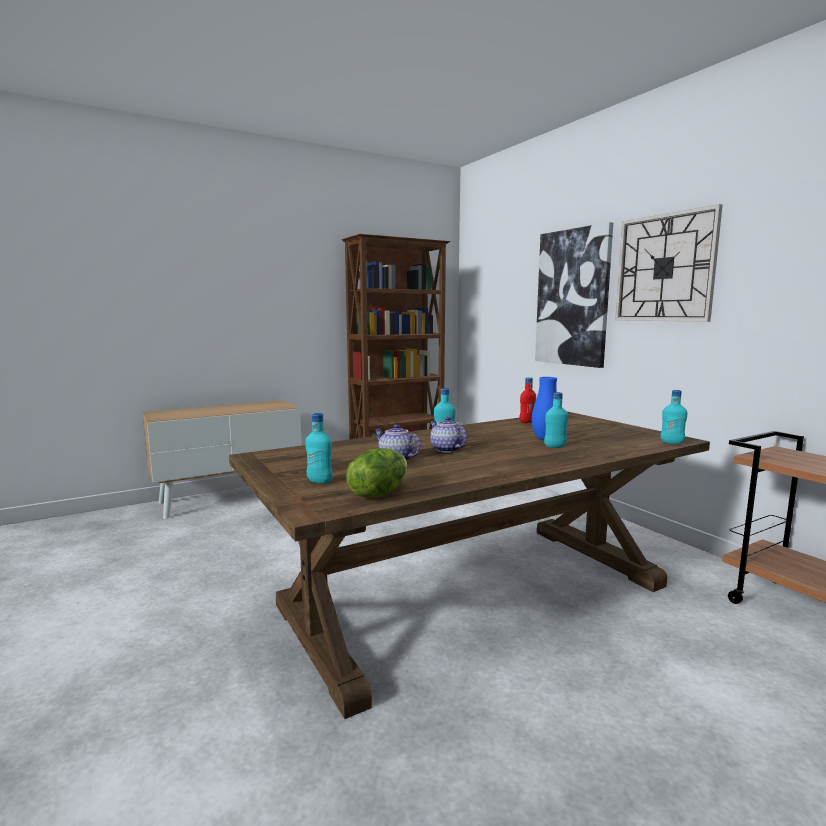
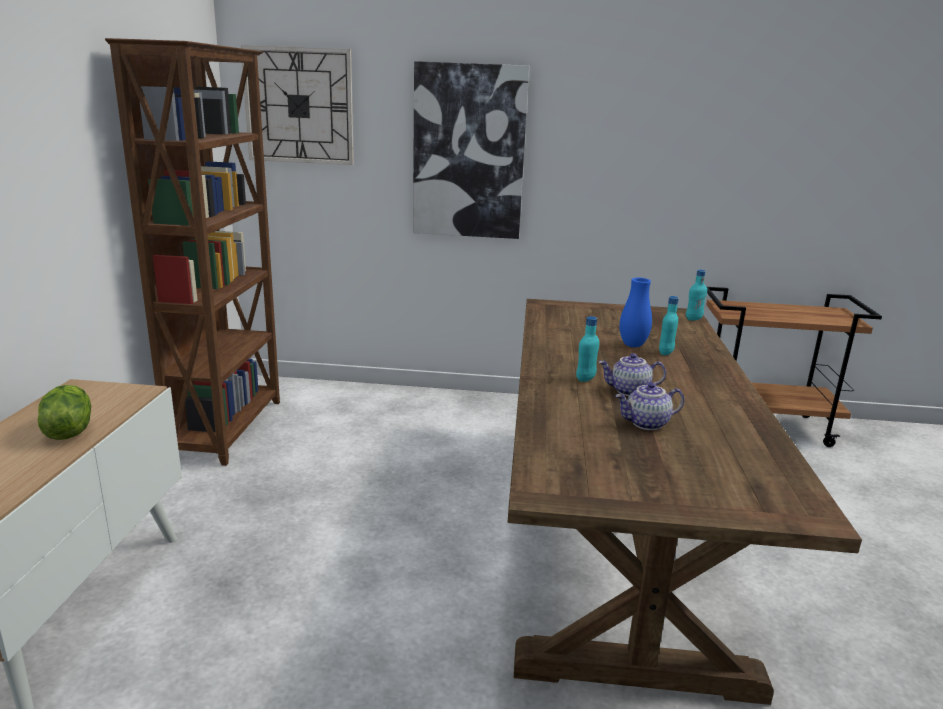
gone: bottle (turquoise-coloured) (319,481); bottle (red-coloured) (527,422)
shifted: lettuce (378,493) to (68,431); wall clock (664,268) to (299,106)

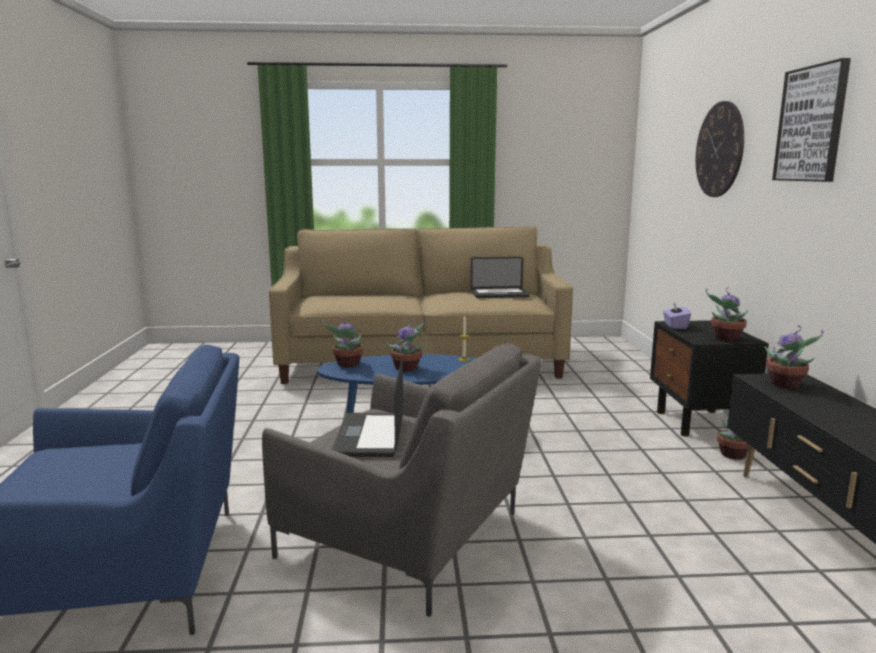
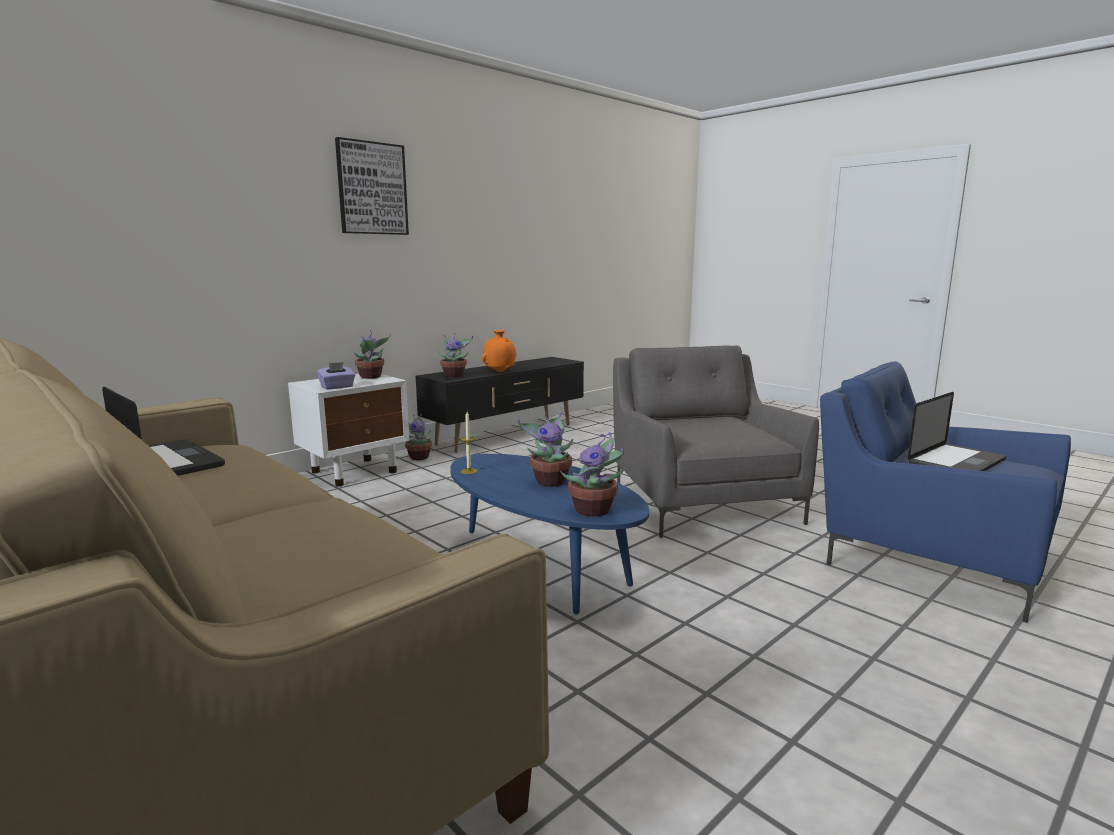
gone: wall clock (719,150)
new: vase (orangey) (500,372)
shifted: portable computer (370,436) to (956,462)
repainted: nightstand (black-coloured) (699,423) to nightstand (white-coloured) (355,471)

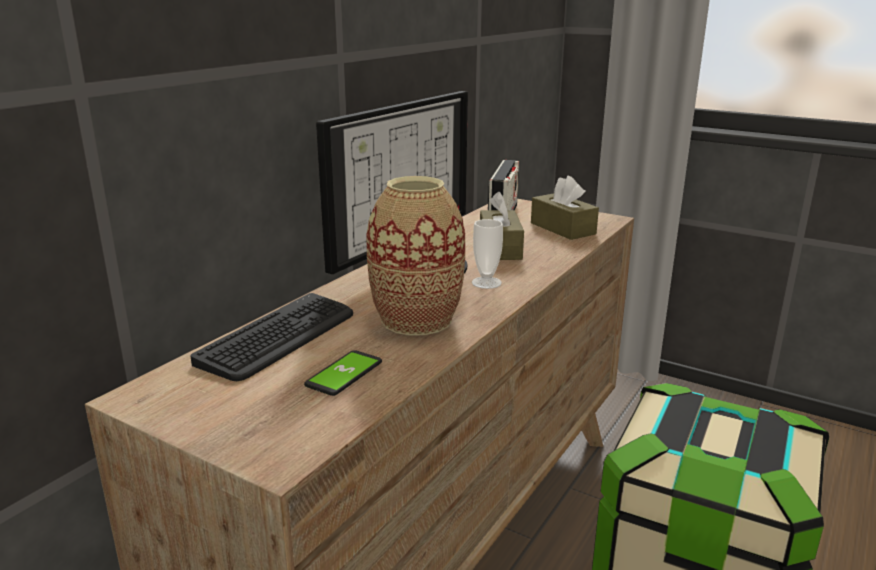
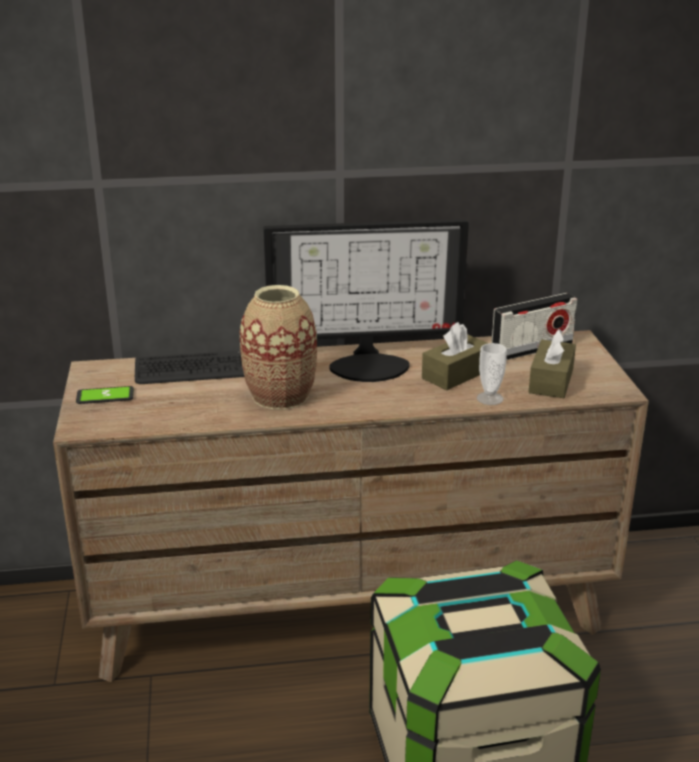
shifted: phone (344,374) to (105,396); cup (486,283) to (490,398)

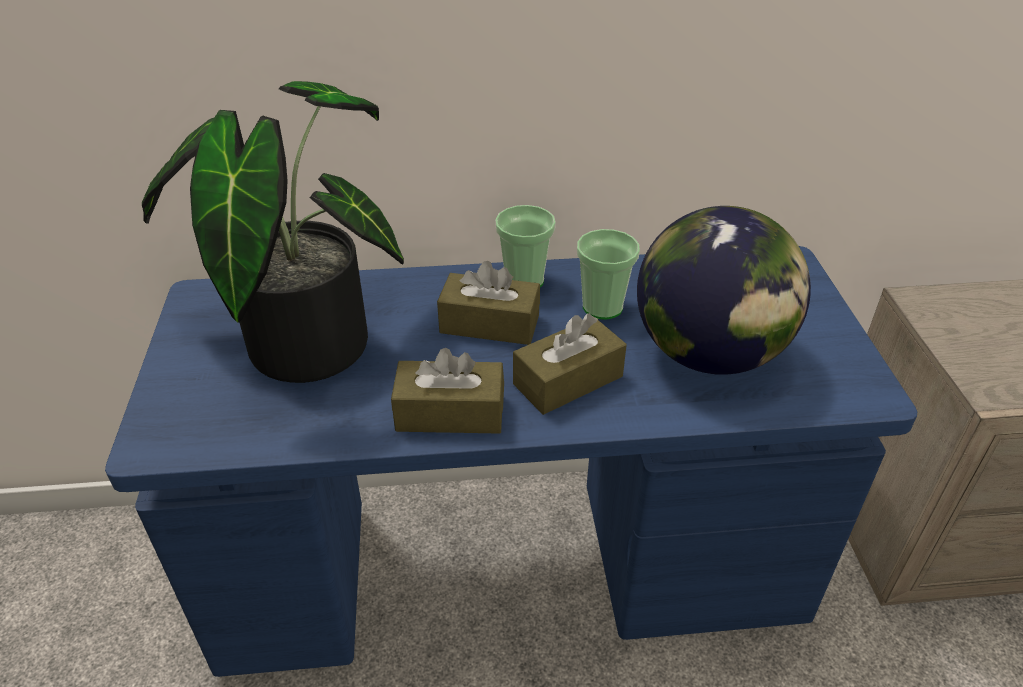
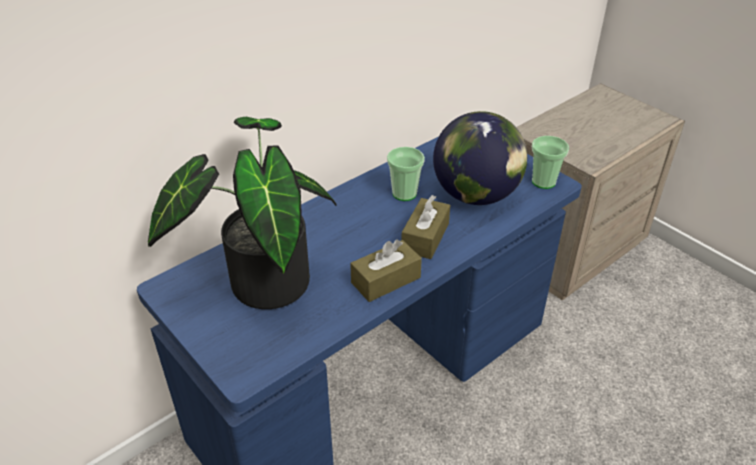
gone: tissue holder (brownish) (489,324)
shifted: cup (524,280) to (543,181)

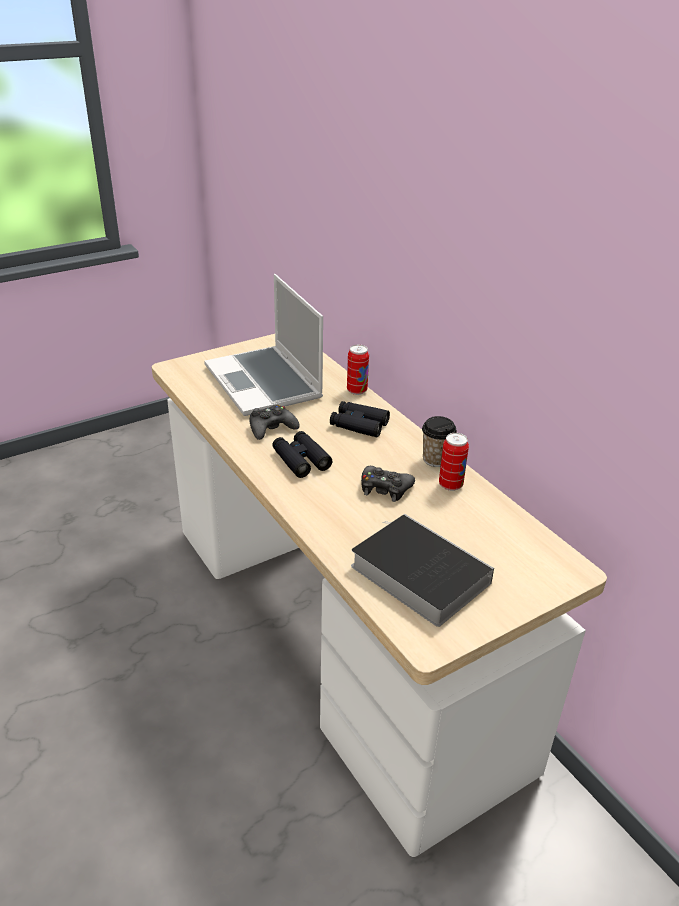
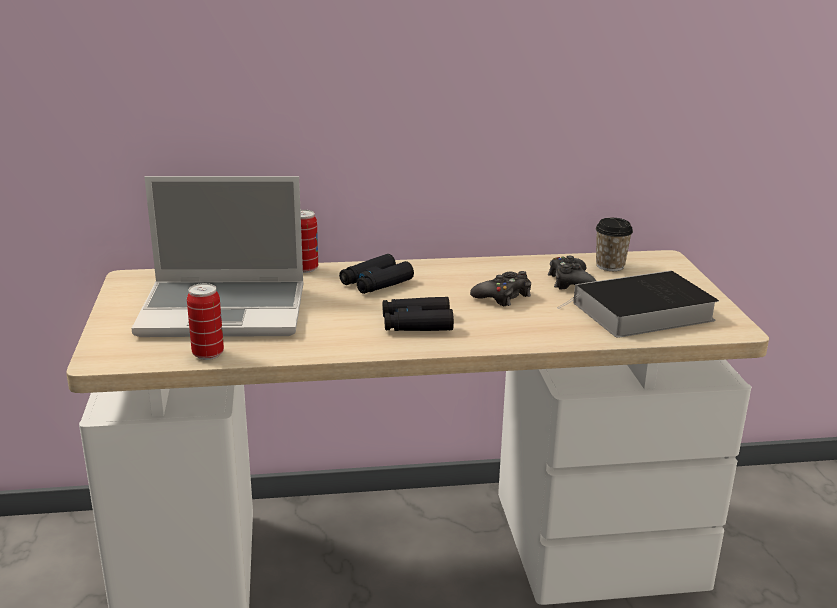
shifted: sealed can (450,485) to (208,354); gamepad (black-coloured) (271,428) to (571,282); cup (435,459) to (610,266)

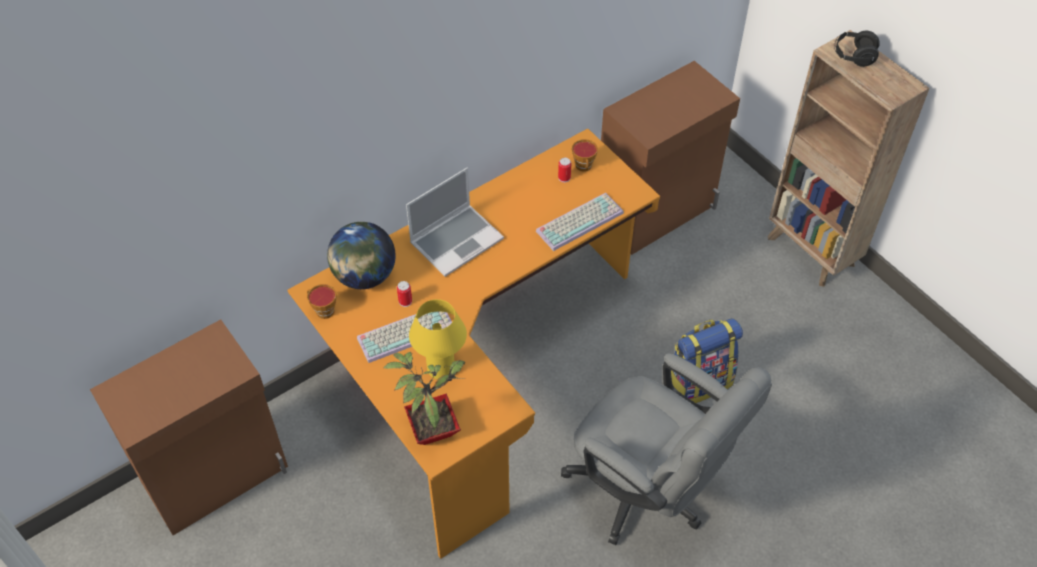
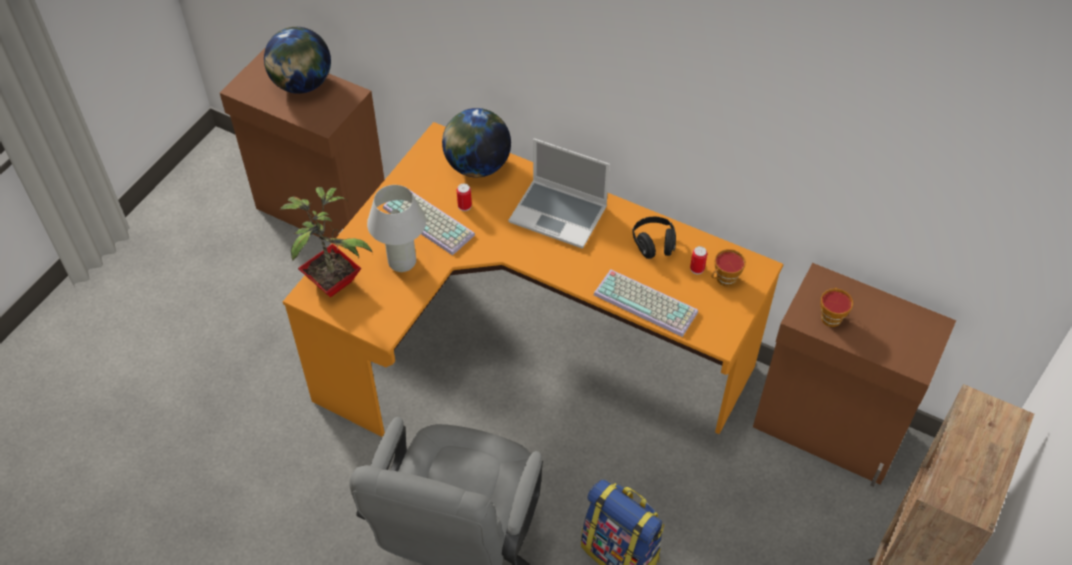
new: globe (302,84)
shifted: headset (black-coloured) (853,56) to (653,244); cup (323,310) to (830,316)
repainted: table lamp (yellow-coloured) (441,369) to table lamp (white-coloured) (402,262)

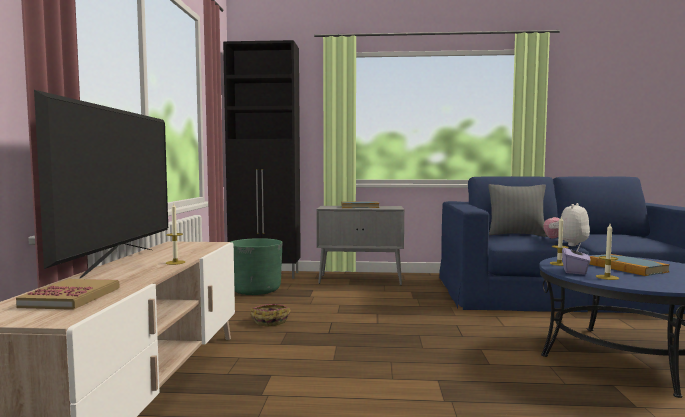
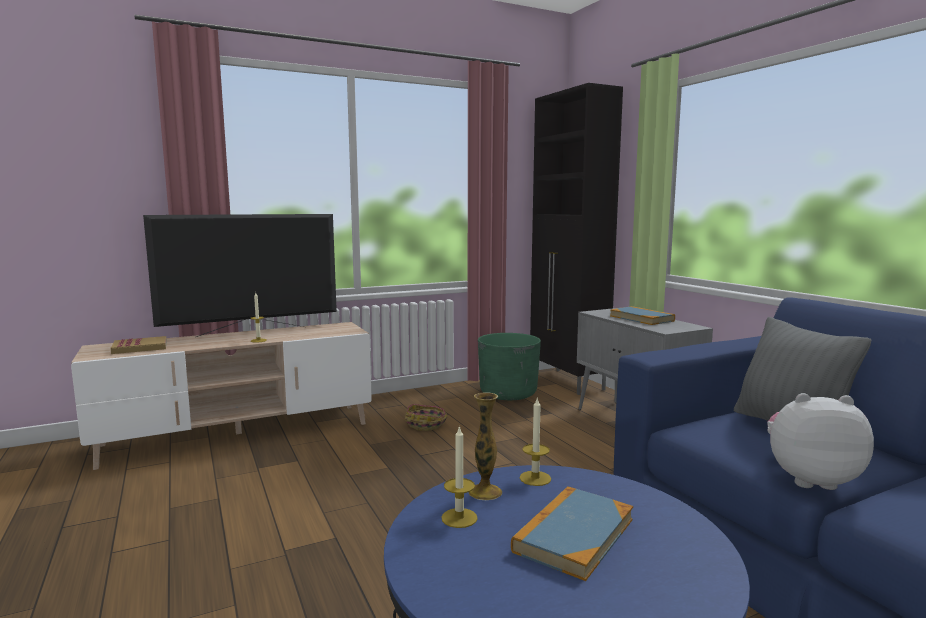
swapped: tissue holder (purple) (575,271) to vase (485,492)

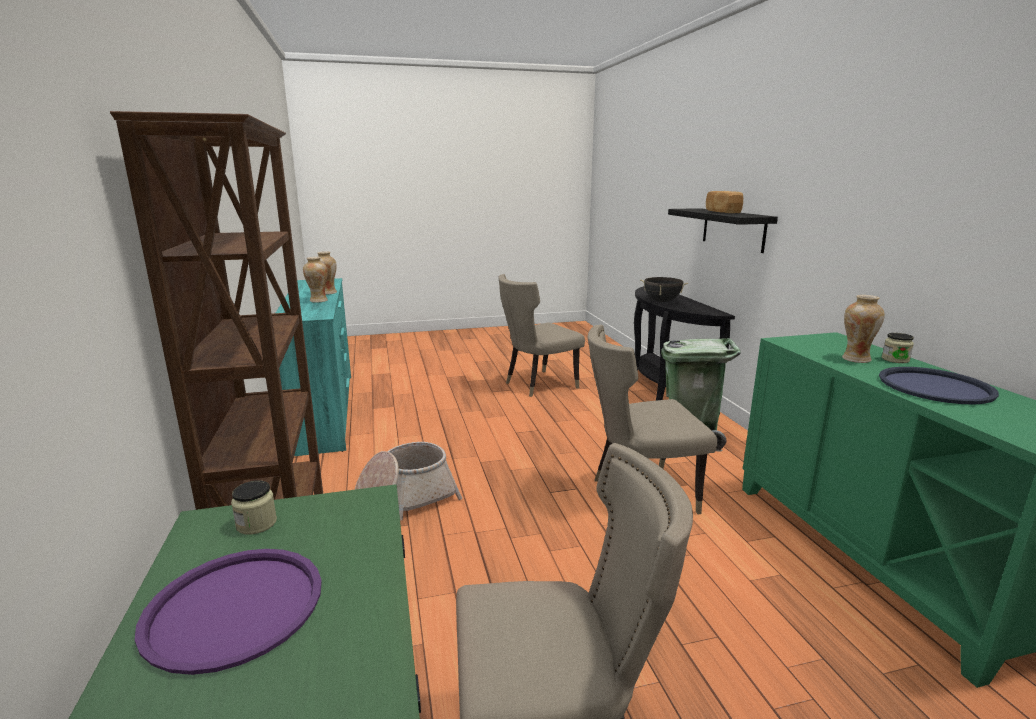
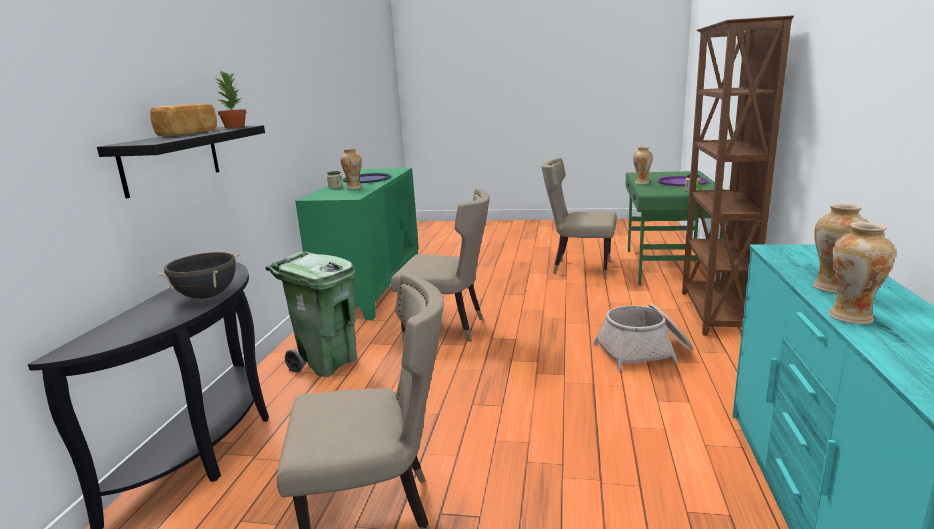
new: potted plant (235,127); vase (641,183)

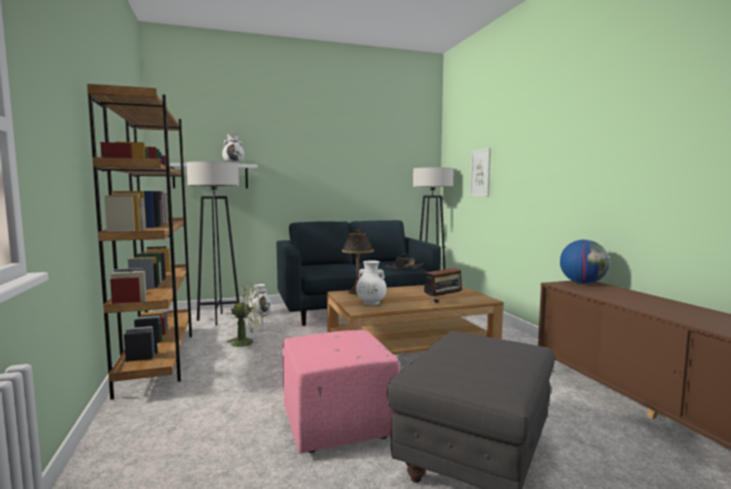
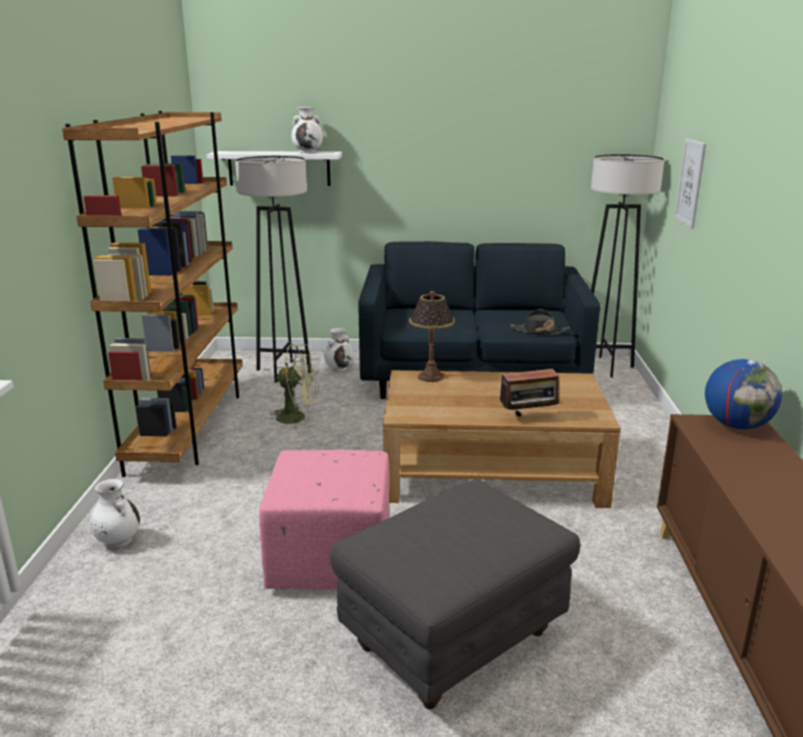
shifted: vase (white-coloured) (371,303) to (118,540)

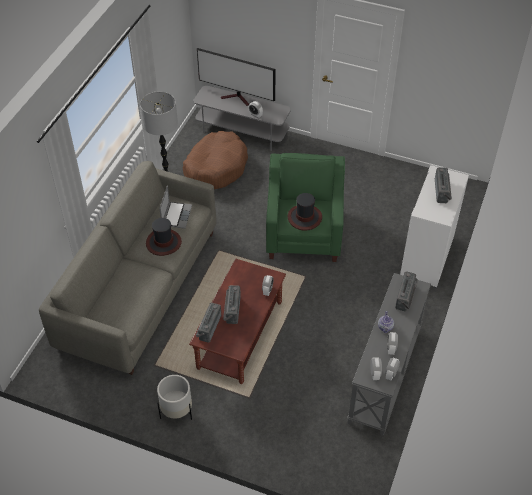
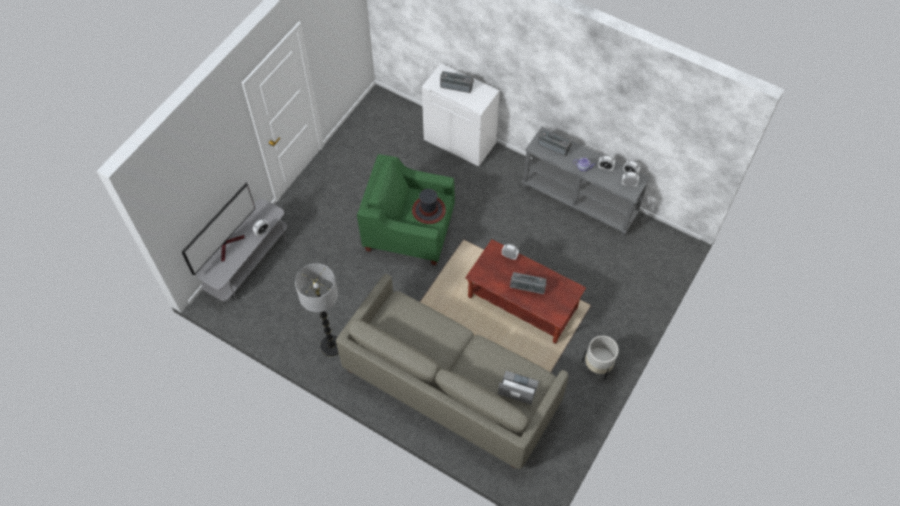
gone: hat (163,243); dog cushion (brownish) (216,167); radio (208,327)
shifted: portable computer (176,215) to (517,388)

